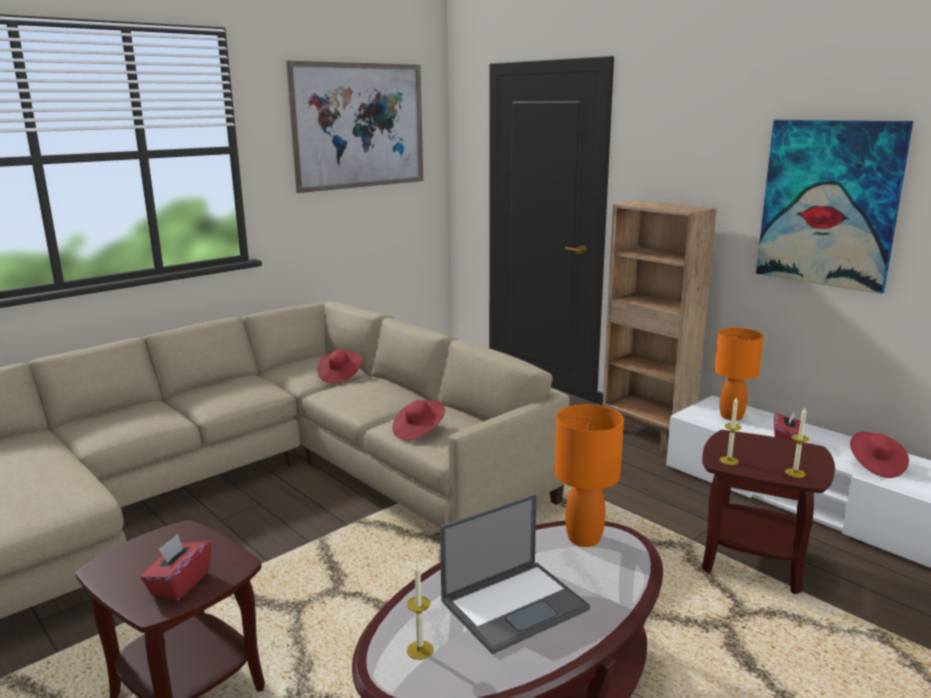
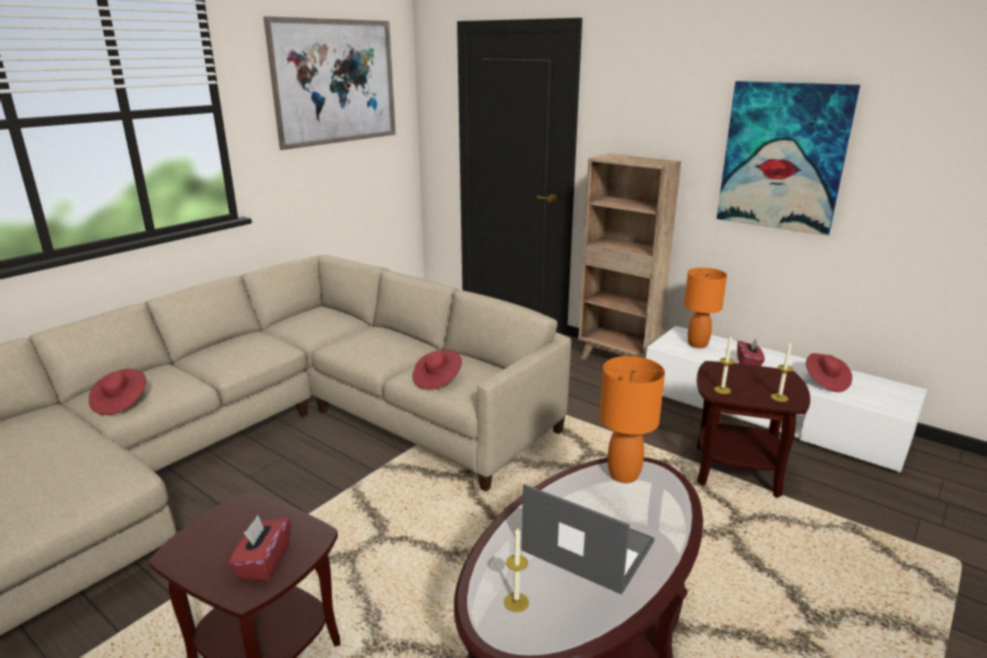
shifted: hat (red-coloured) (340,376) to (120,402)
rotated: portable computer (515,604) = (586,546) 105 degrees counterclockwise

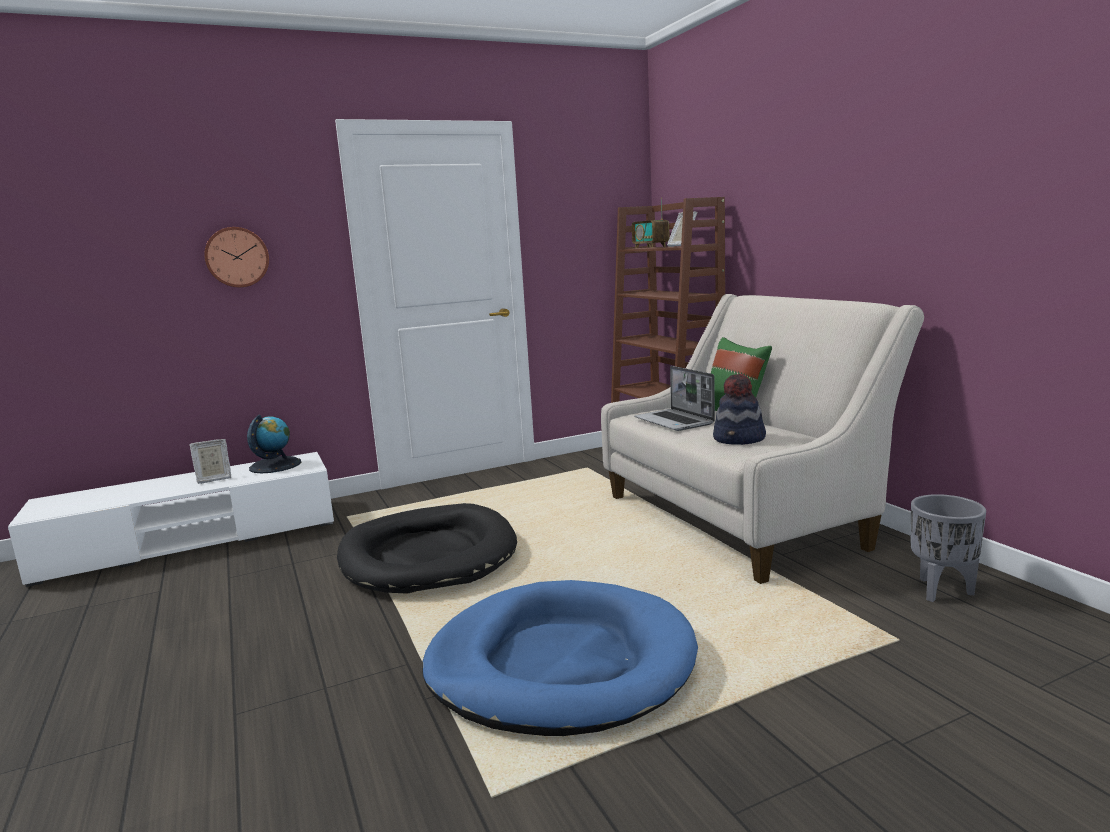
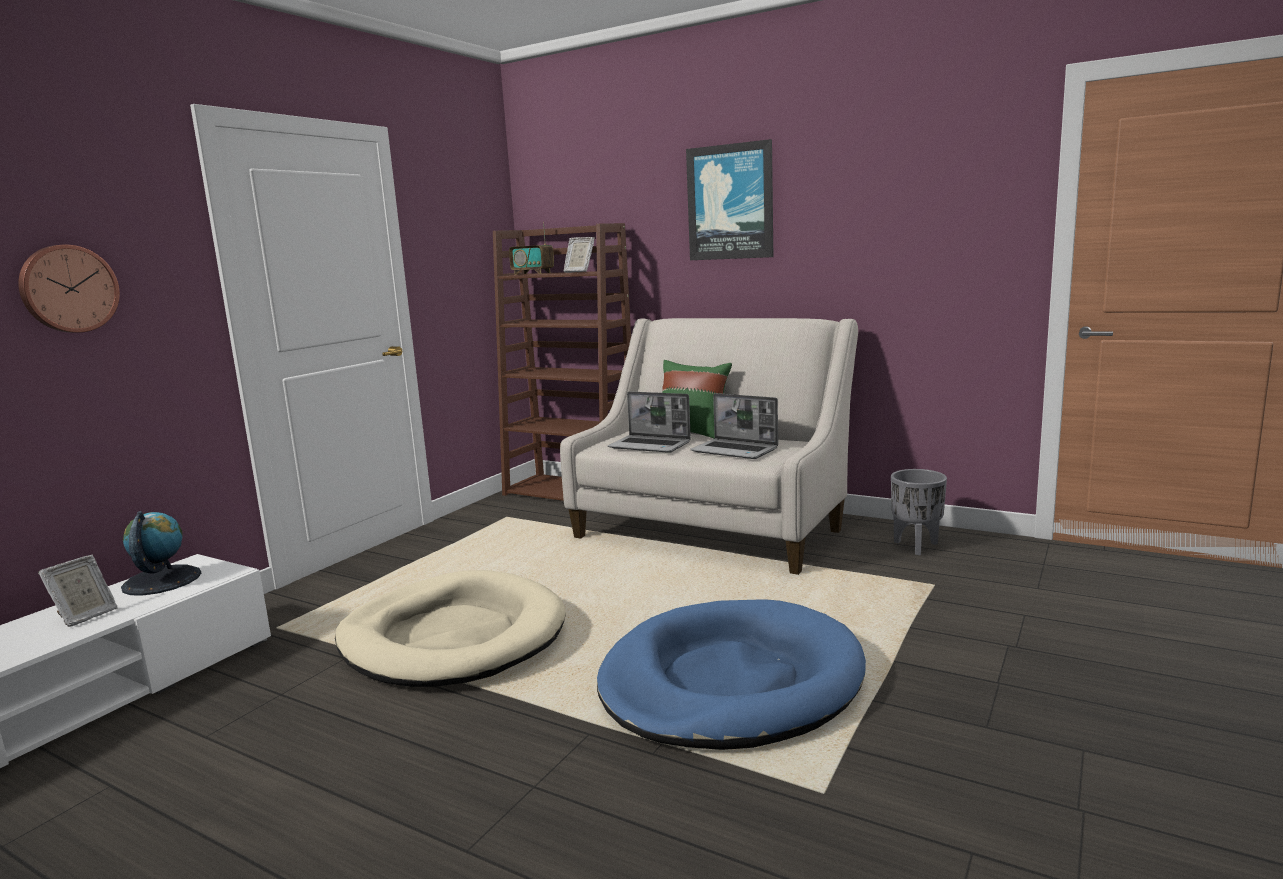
new: wall picture (730,202)
swapped: hat (739,439) to portable computer (735,450)
repainted: dog cushion (black-coloured) (428,555) to dog cushion (beige) (453,637)

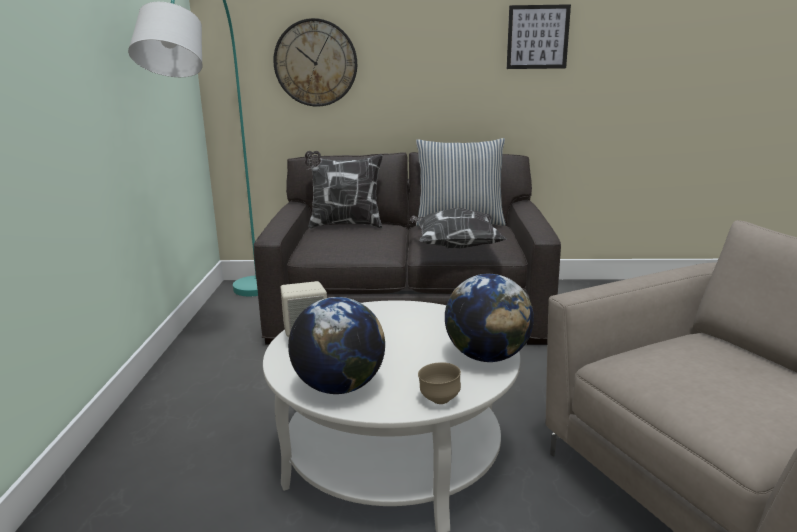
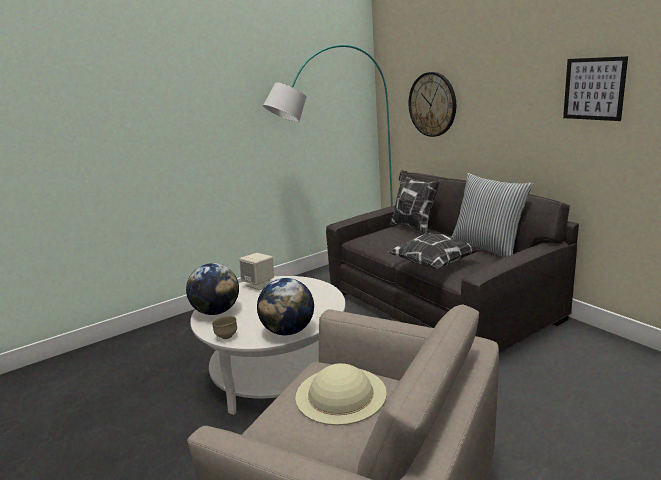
new: hat (beige) (340,394)

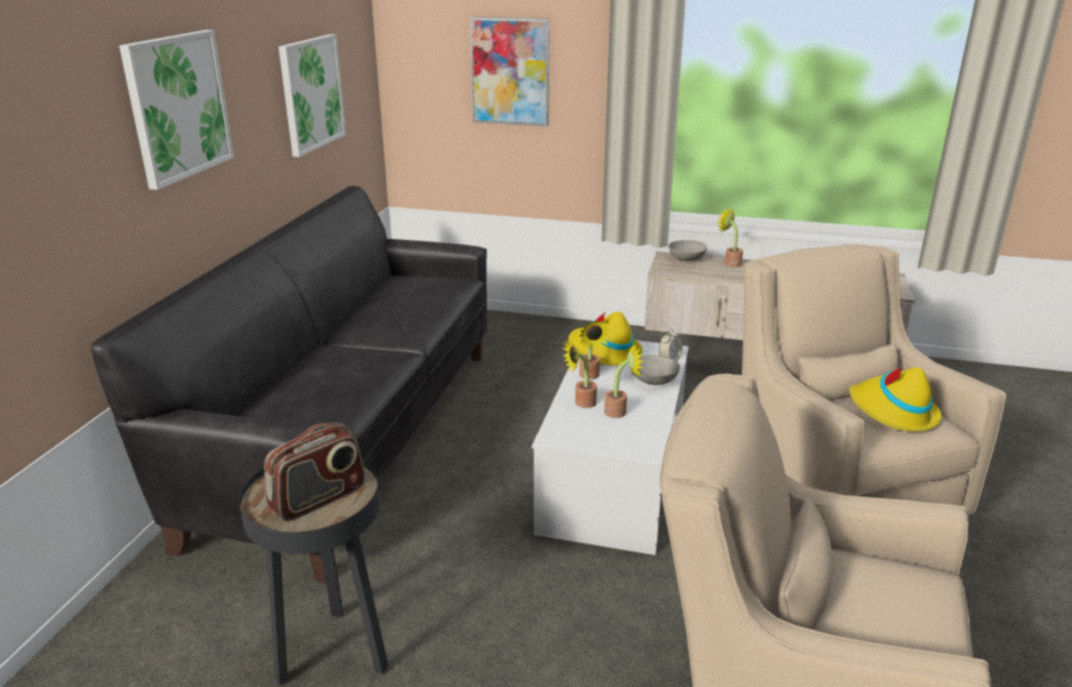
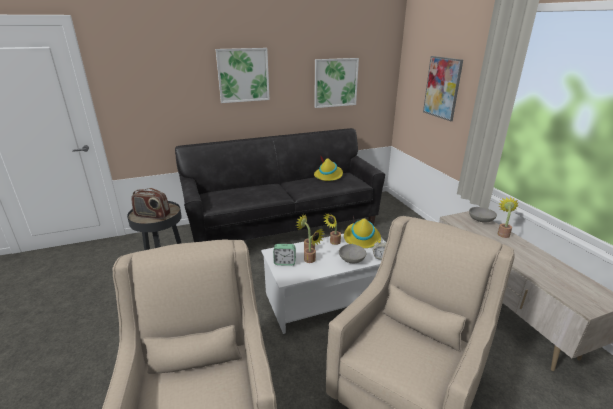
new: table clock (284,262)
shifted: hat (yellow-coloured) (892,411) to (328,175)

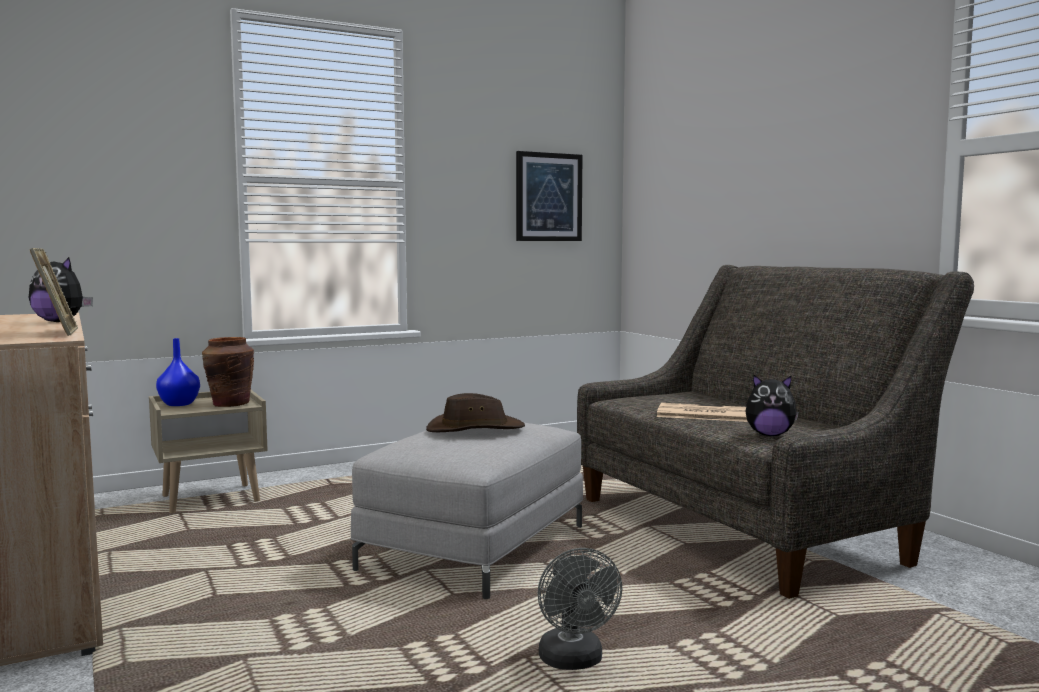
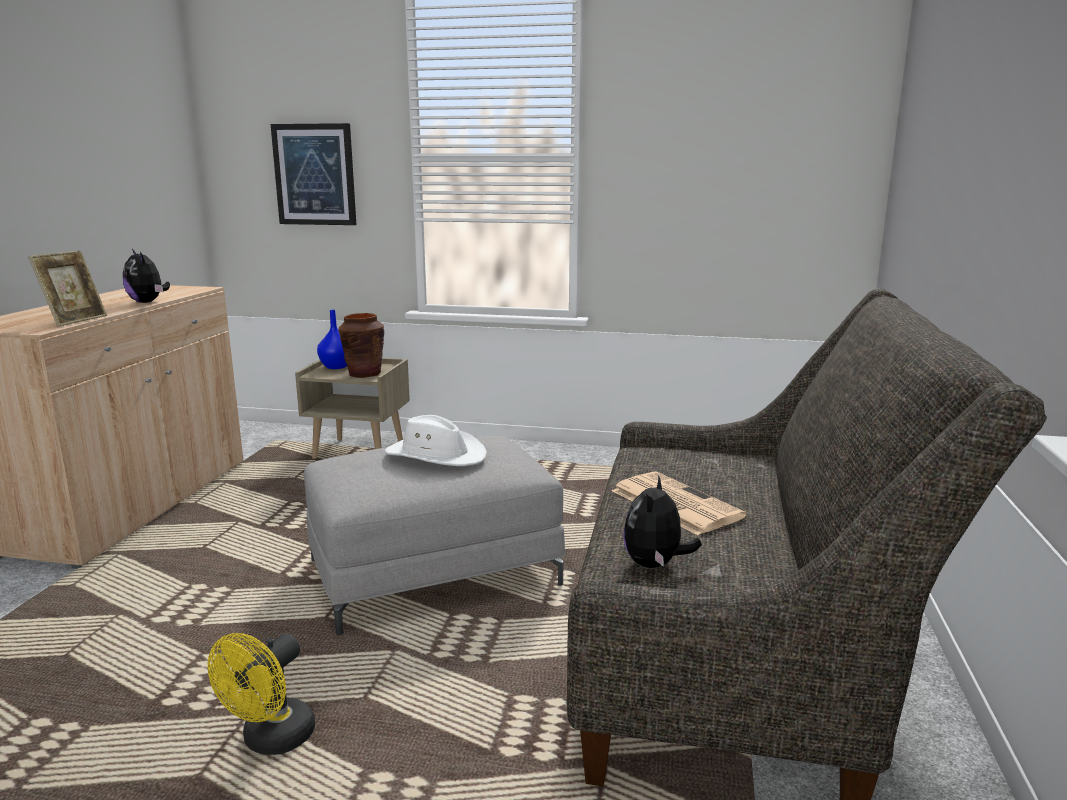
shifted: wall picture (548,197) to (315,175)
repainted: electric fan (grey) (574,662) to electric fan (yellow-coloured) (271,741); hat (brownish) (474,429) to hat (white-coloured) (436,455)
rotated: plush toy (769,435) = (655,565) 60 degrees clockwise

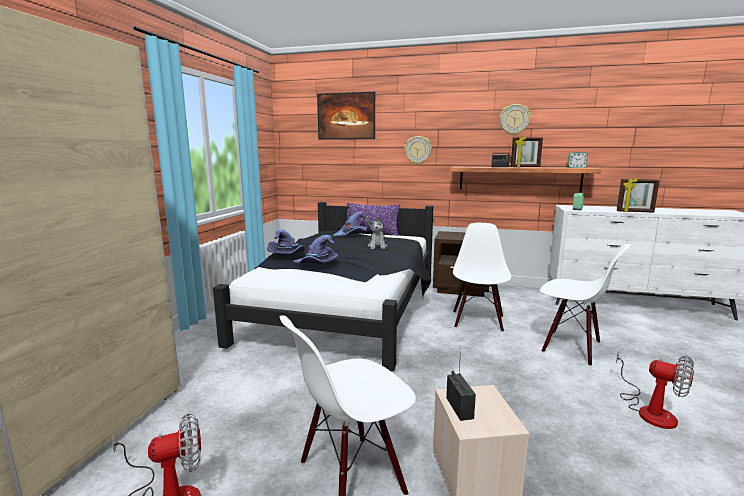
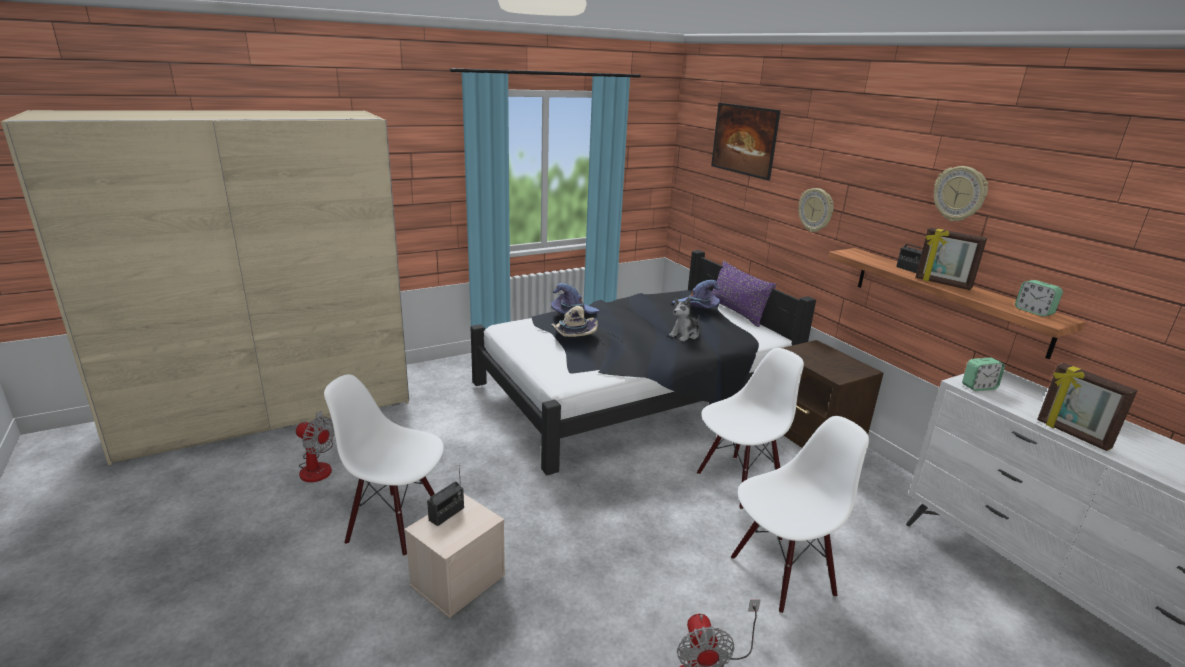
repainted: hat (purple) (316,264) to hat (beige) (572,335)
rotated: plain chair (white-coloured) (571,347) = (782,574) 105 degrees counterclockwise

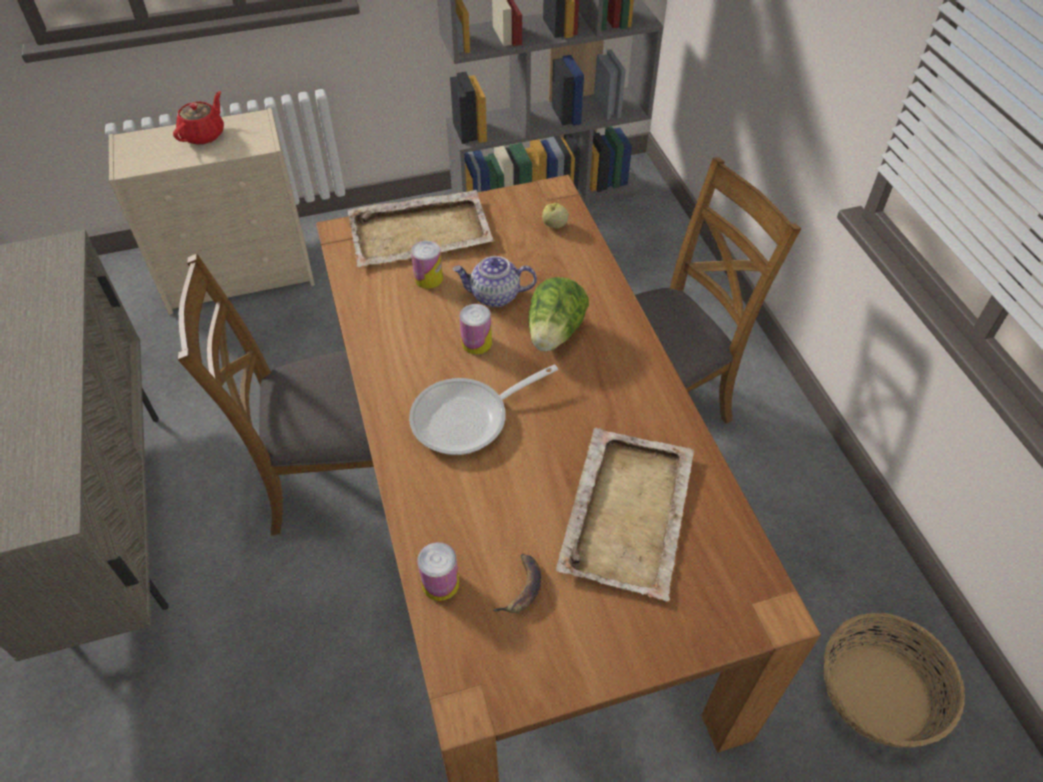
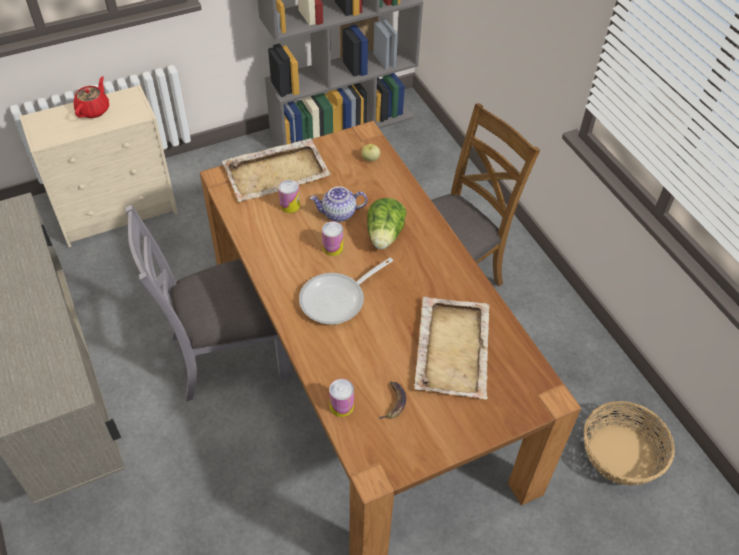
repainted: plain chair (brownish) (339,477) to plain chair (grey) (228,355)

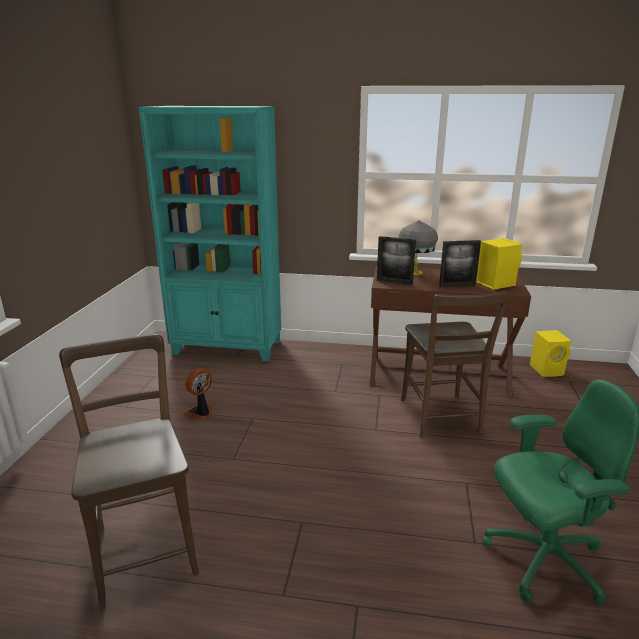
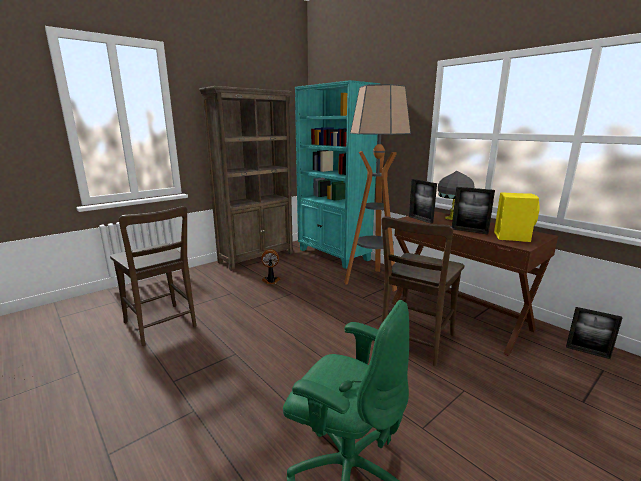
new: shelving unit (brownish) (257,257); floor lamp (372,281)
swapped: speaker (yellow-coloured) (547,370) to standing frame (587,352)
rotated: plain chair (brownish) (145,545) = (161,326) 120 degrees clockwise

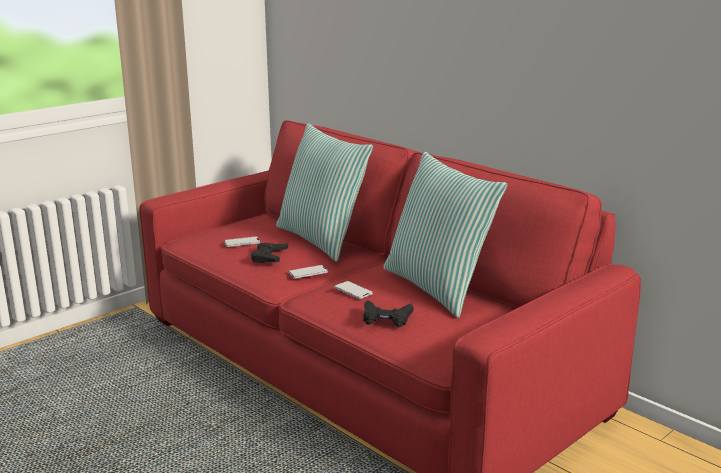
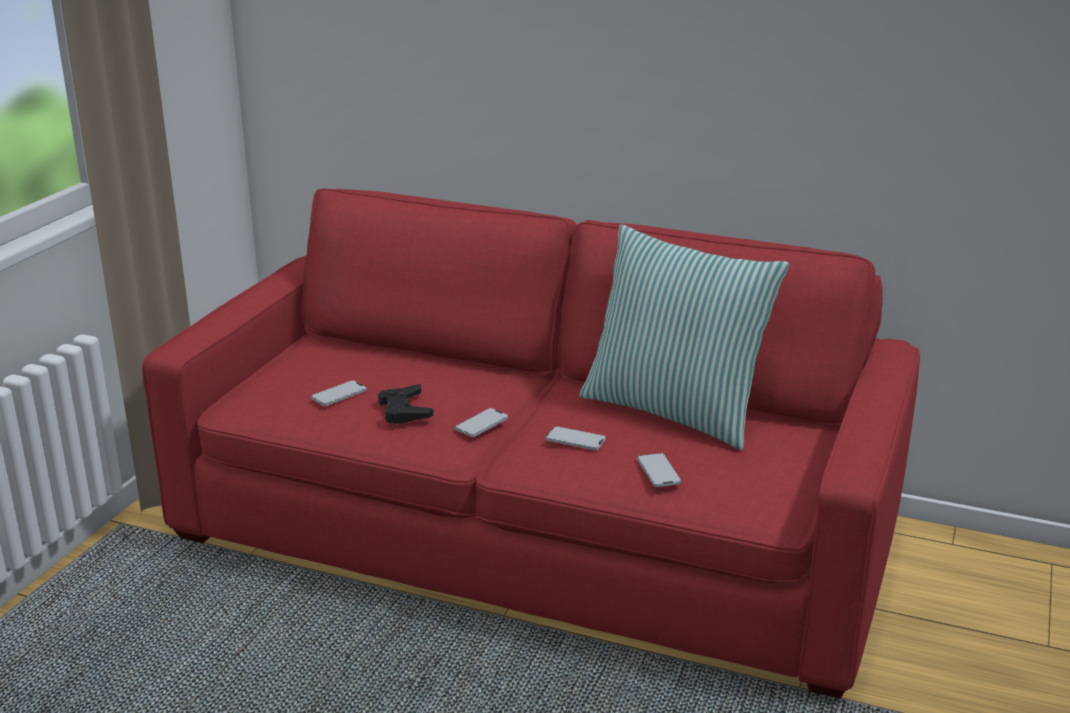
gone: cushion (322,240)
swapped: gamepad (black-coloured) (386,318) to phone (658,471)

